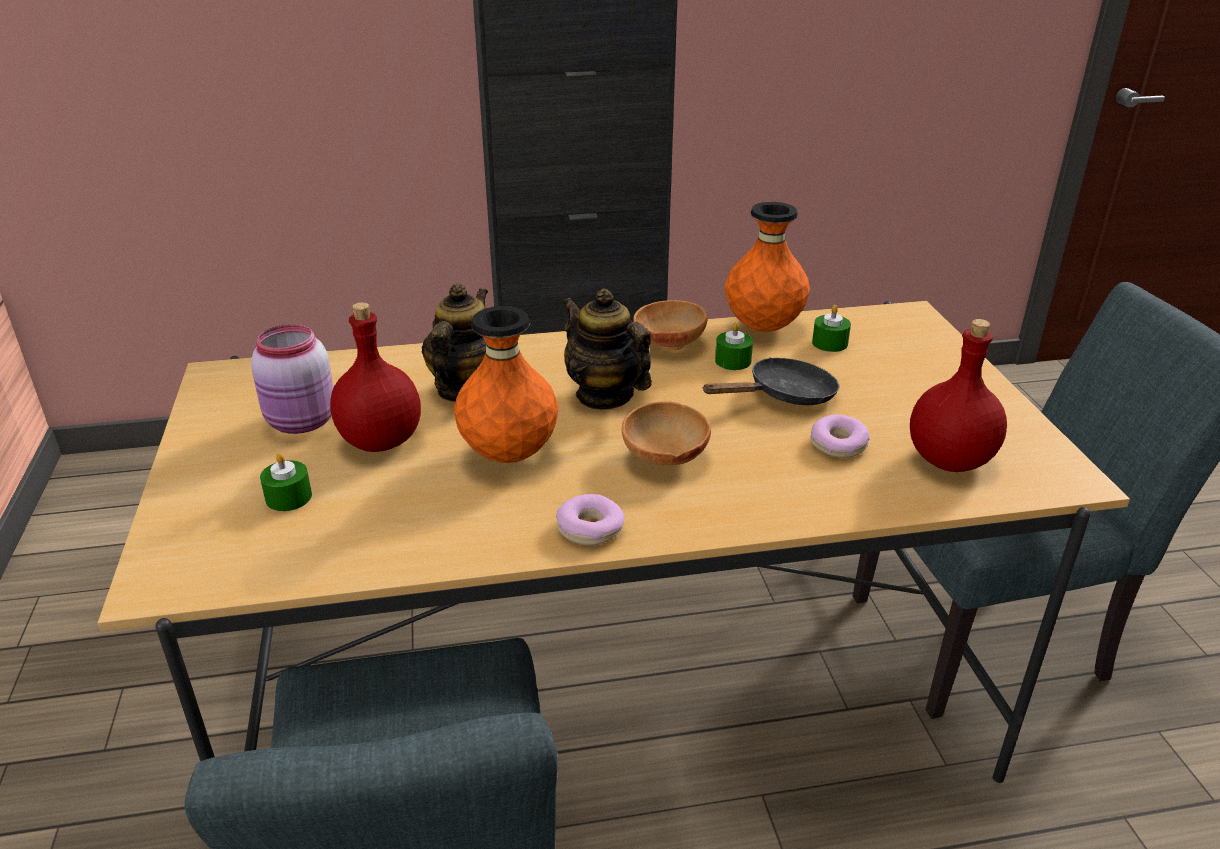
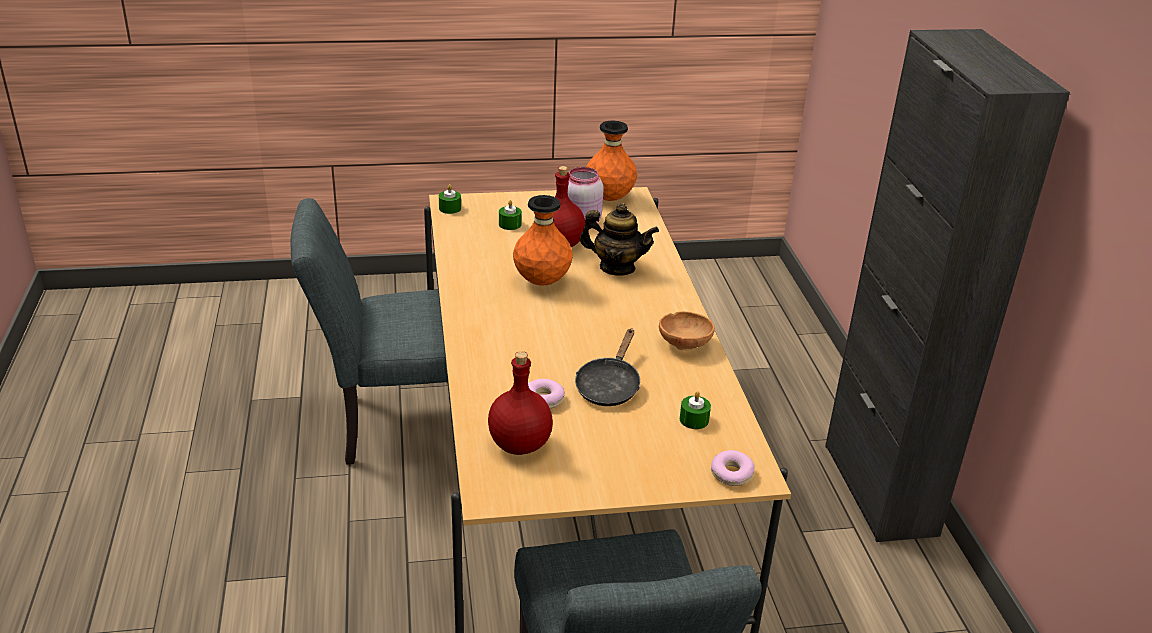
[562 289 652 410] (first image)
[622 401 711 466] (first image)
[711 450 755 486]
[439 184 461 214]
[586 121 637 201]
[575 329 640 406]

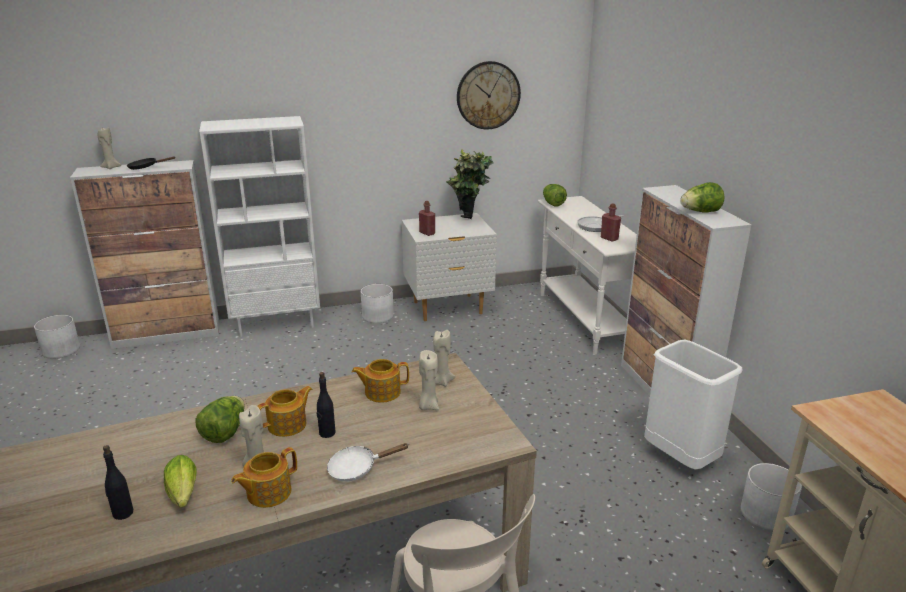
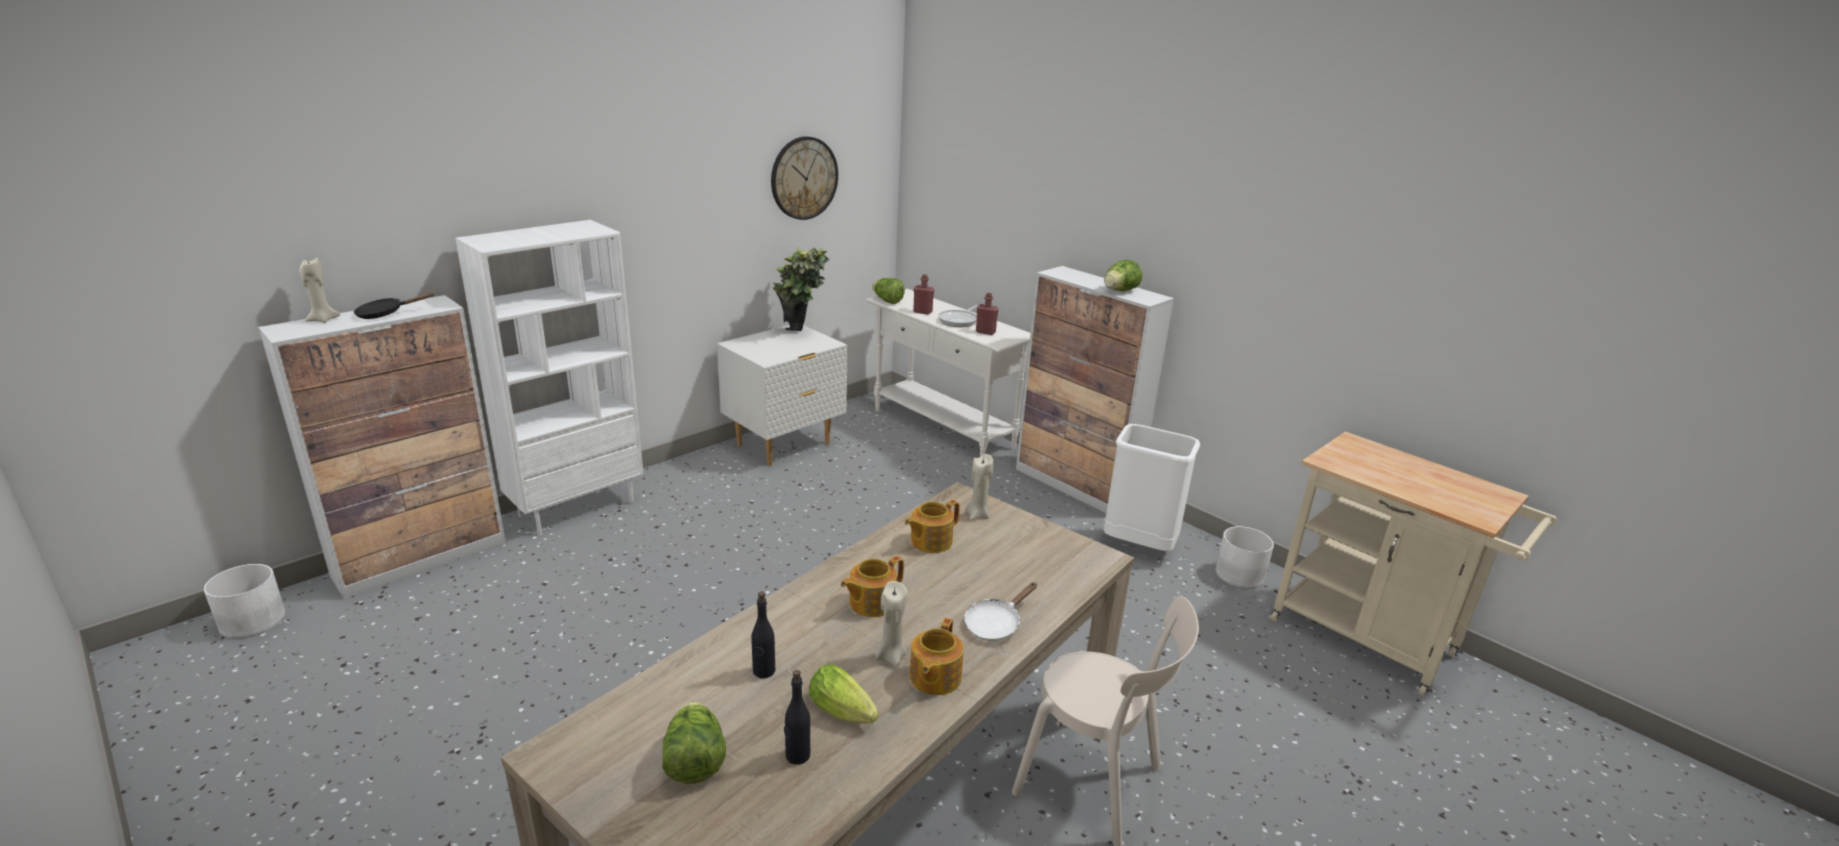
[360 284 394 323] (first image)
[419 350 439 410] (first image)
[662 702 726 784]
[751 591 775 679]
[913 274 934 315]
[841 556 904 617]

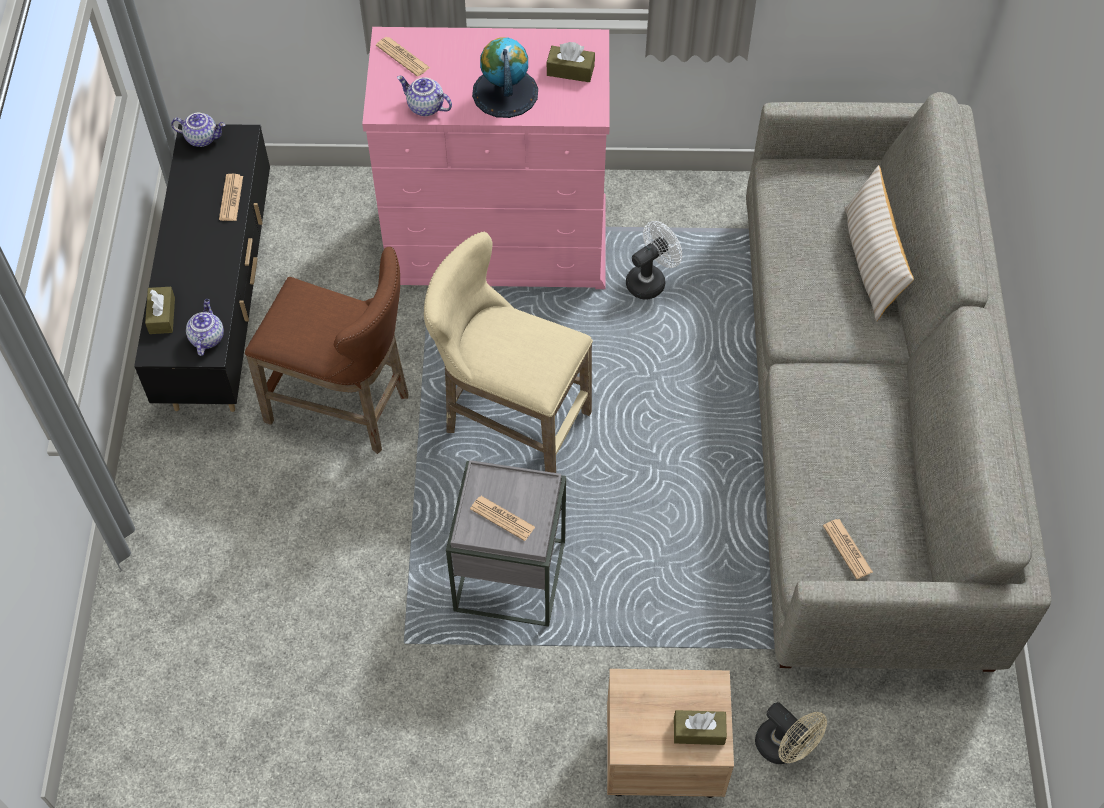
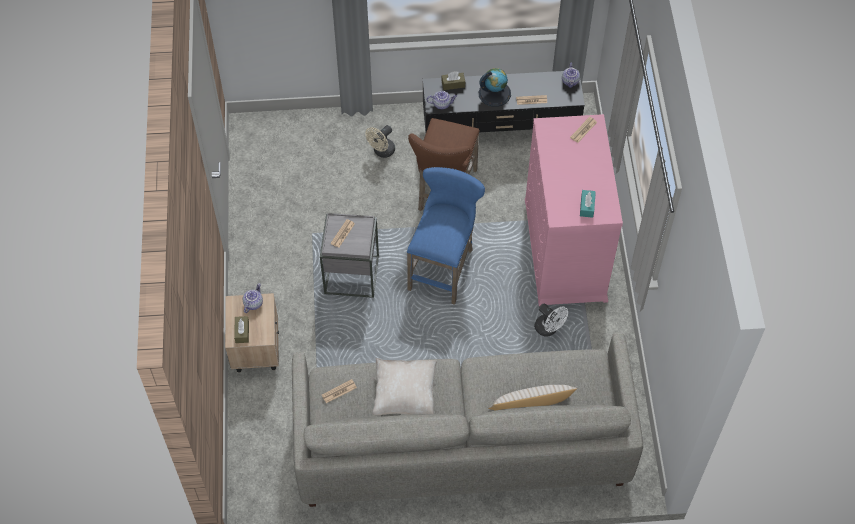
[372 358 438 415]
[243 283 263 313]
[479 68 511 107]
[365 125 395 158]
[407 167 485 305]
[580 190 596 218]

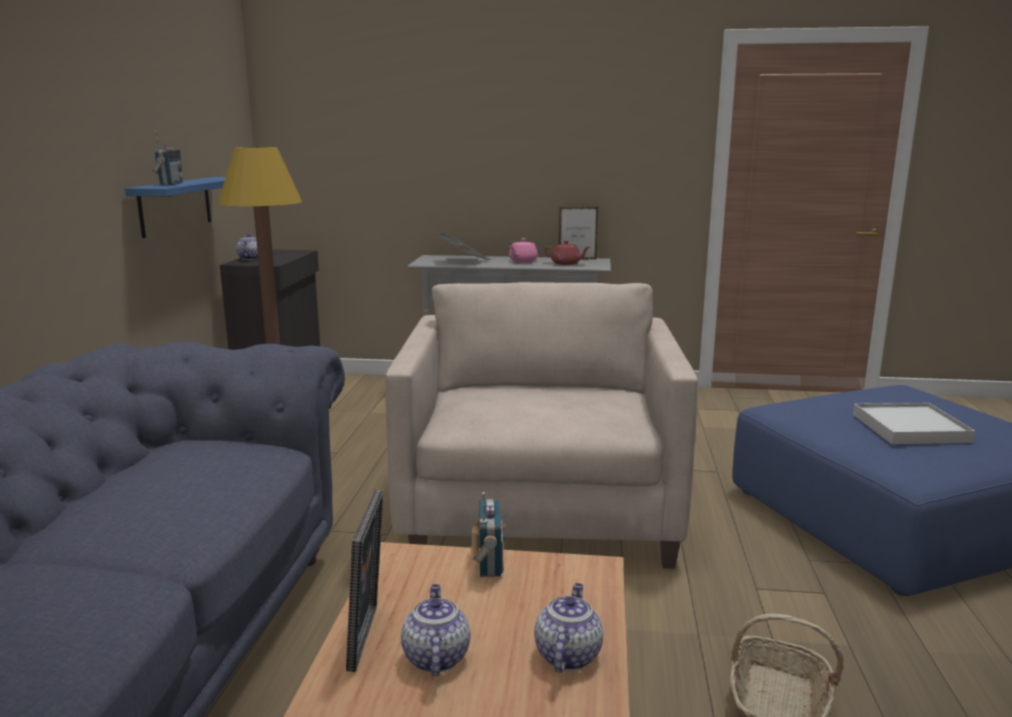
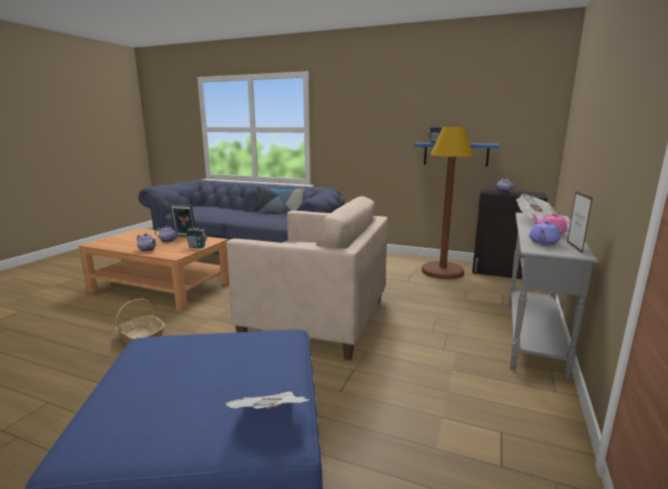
[853 403 975 444] (first image)
[226 392 309 409]
[254 186 305 213]
[529 220 561 244]

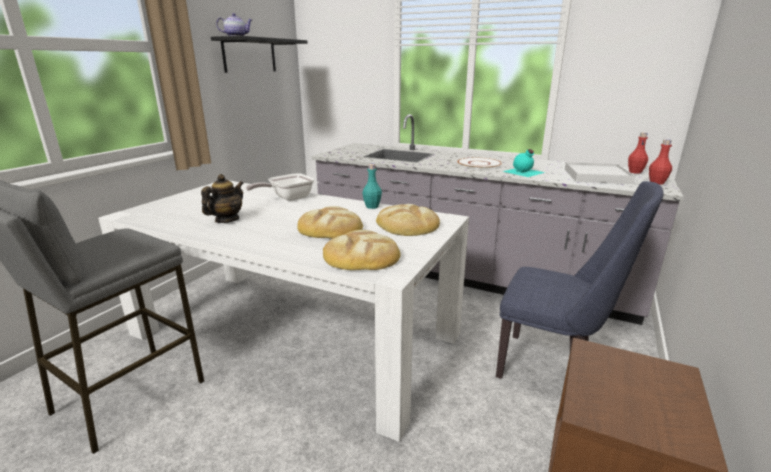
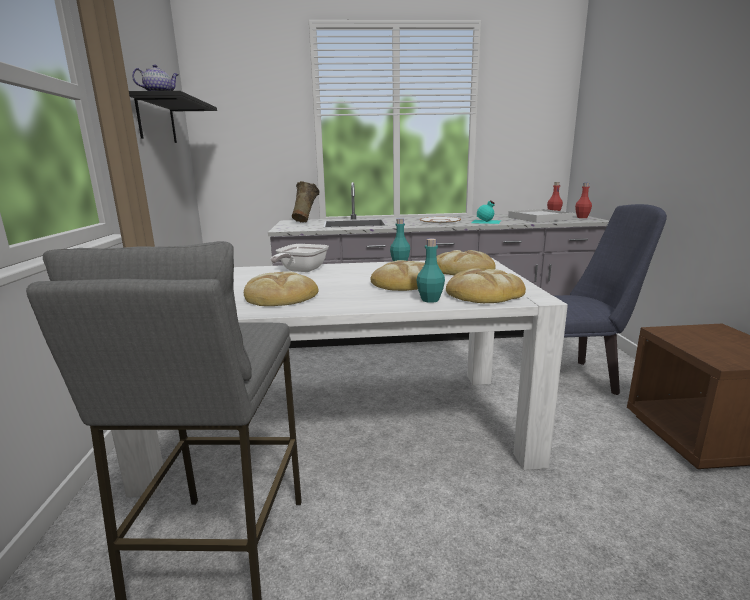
[292 181 319 223]
[417 239 445 303]
[244 271 319 306]

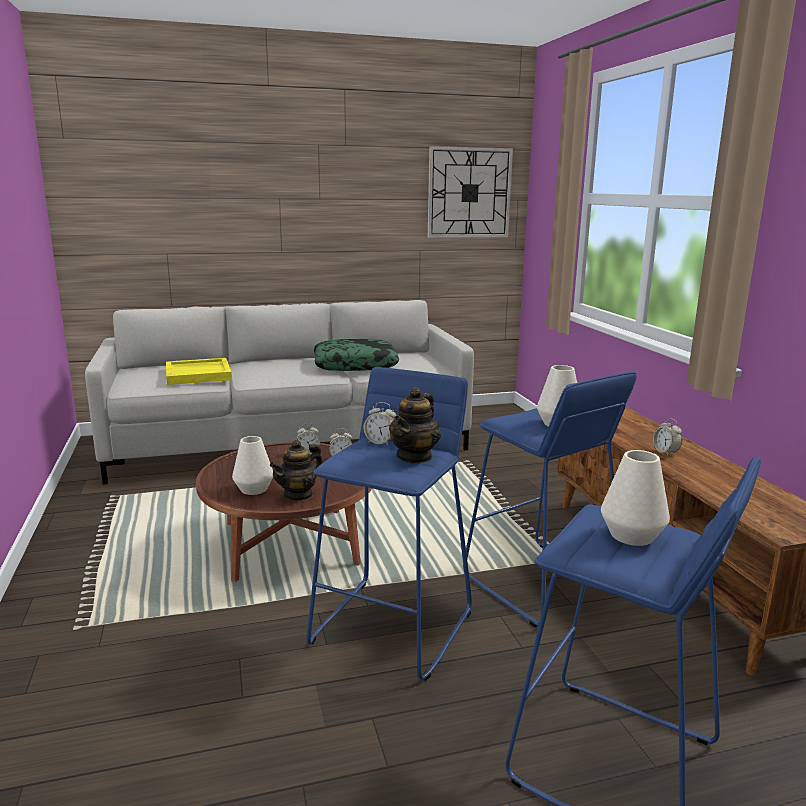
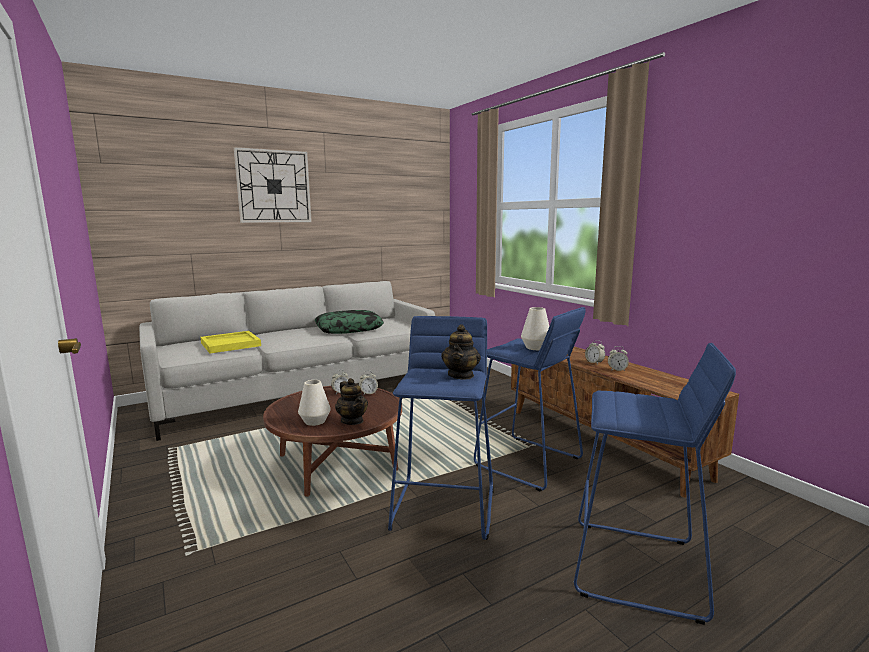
[601 450 670 546] (first image)
[608 346 629 371]
[234 147 312 223]
[335 378 368 425]

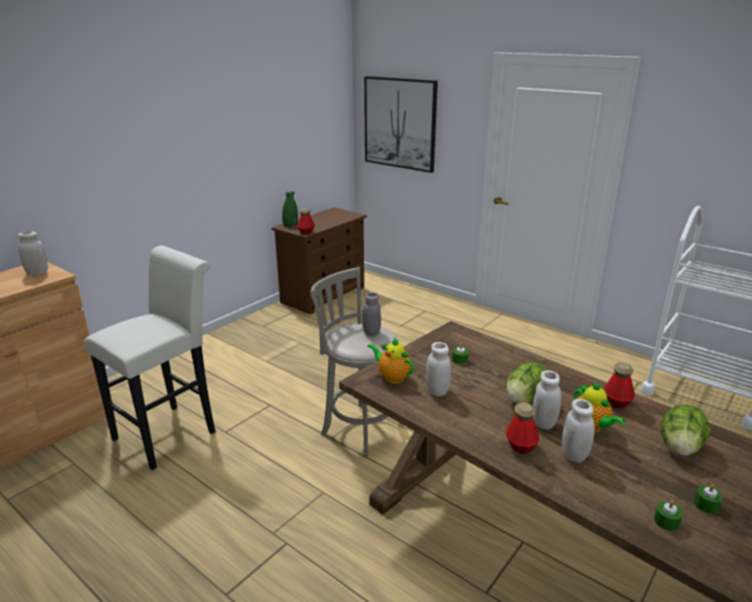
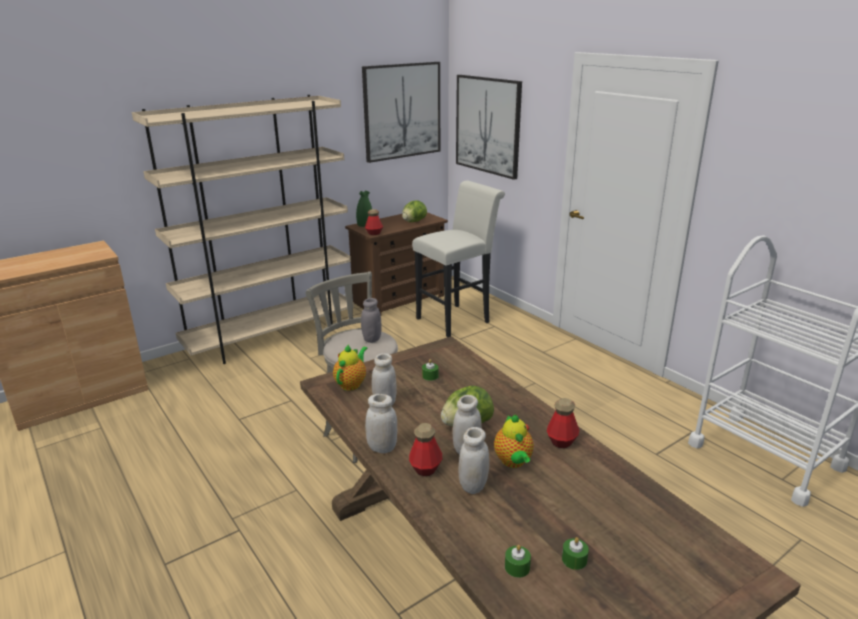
[132 95 354 364]
[362 62 440 163]
[365 394 397 453]
[412 180 505 337]
[402 200 427 222]
[333 344 368 391]

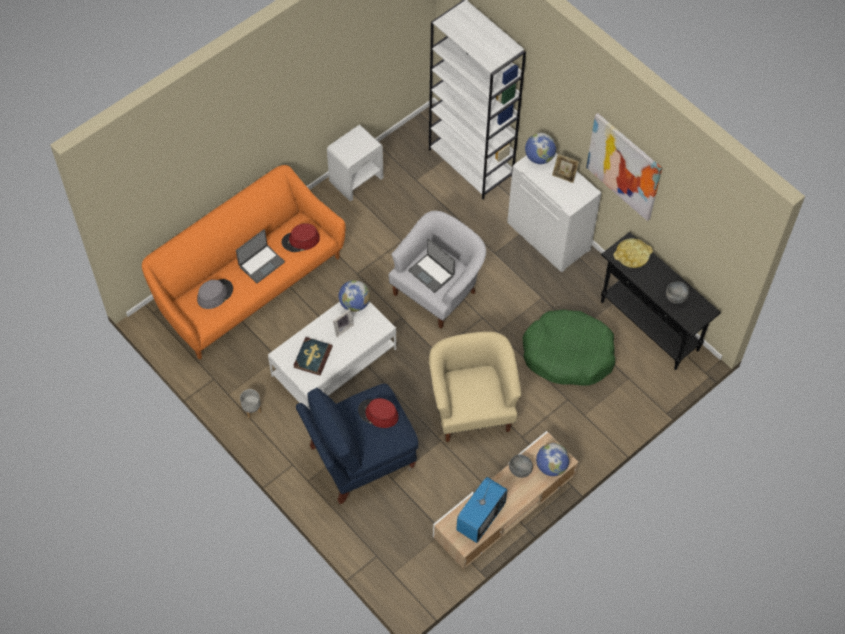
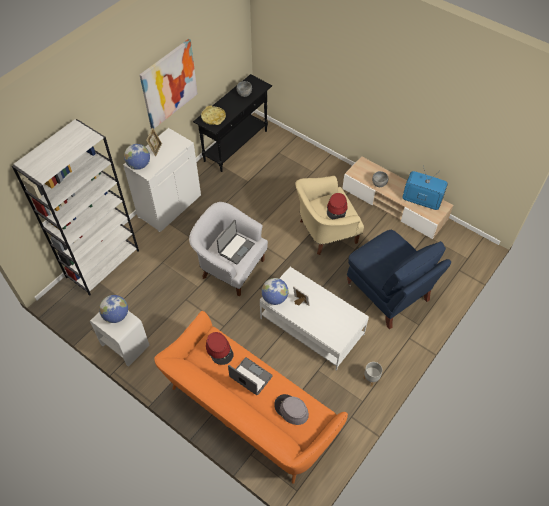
[294 337 333 376] (first image)
[523 310 615 386] (first image)
[327 193 348 219]
[99 295 128 323]

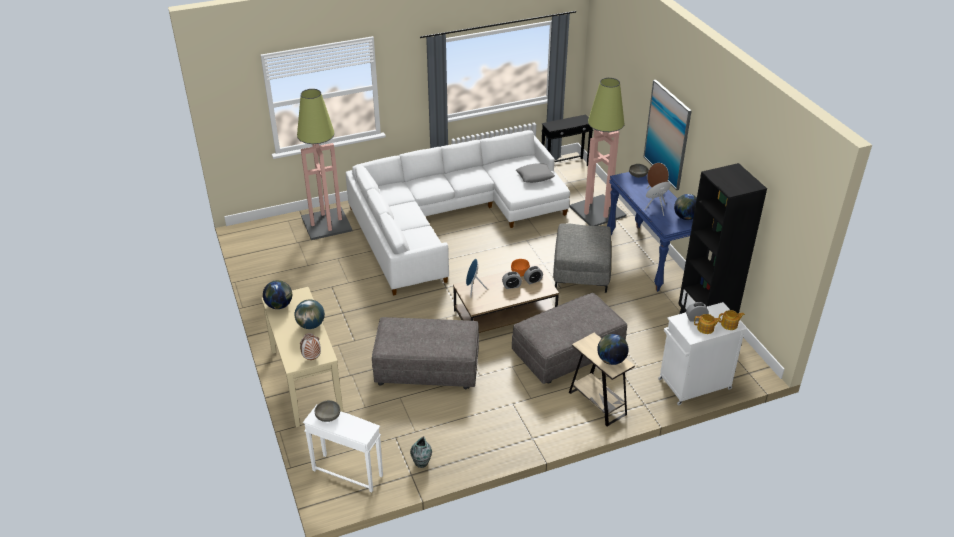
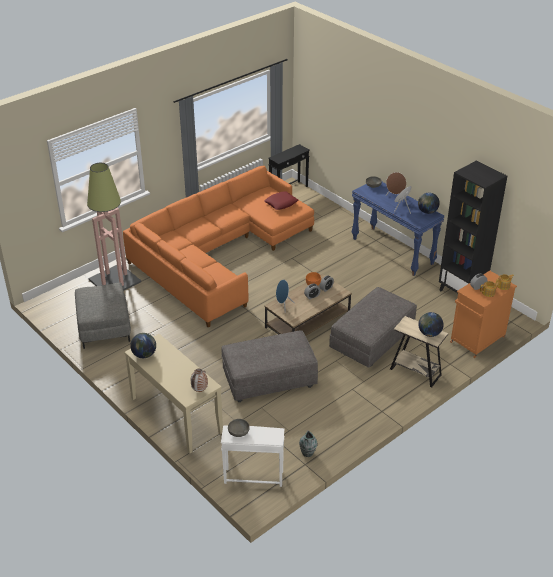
[295 299 325 329] (first image)
[569 78 627 226] (first image)
[643 80 692 190] (first image)
[75 283 131 349]
[123 166 314 328]
[264 191 298 210]
[450 271 517 358]

